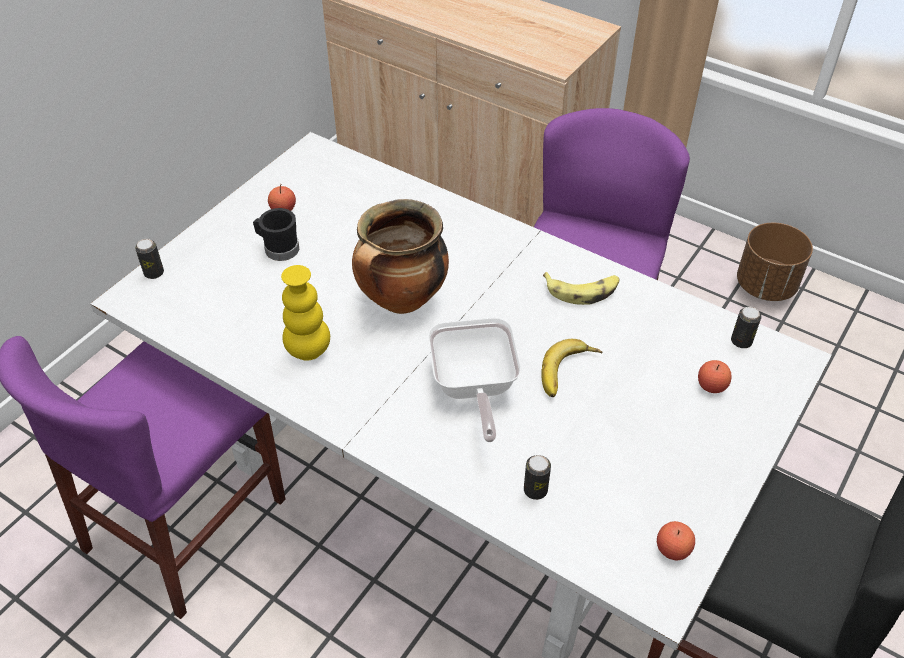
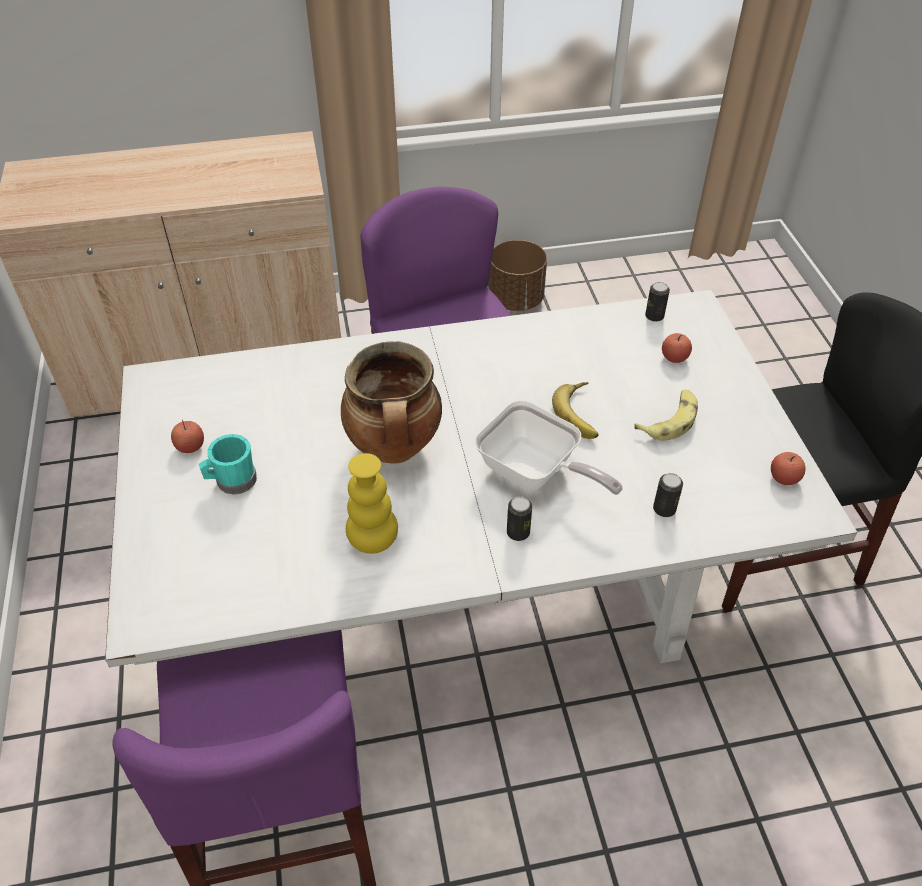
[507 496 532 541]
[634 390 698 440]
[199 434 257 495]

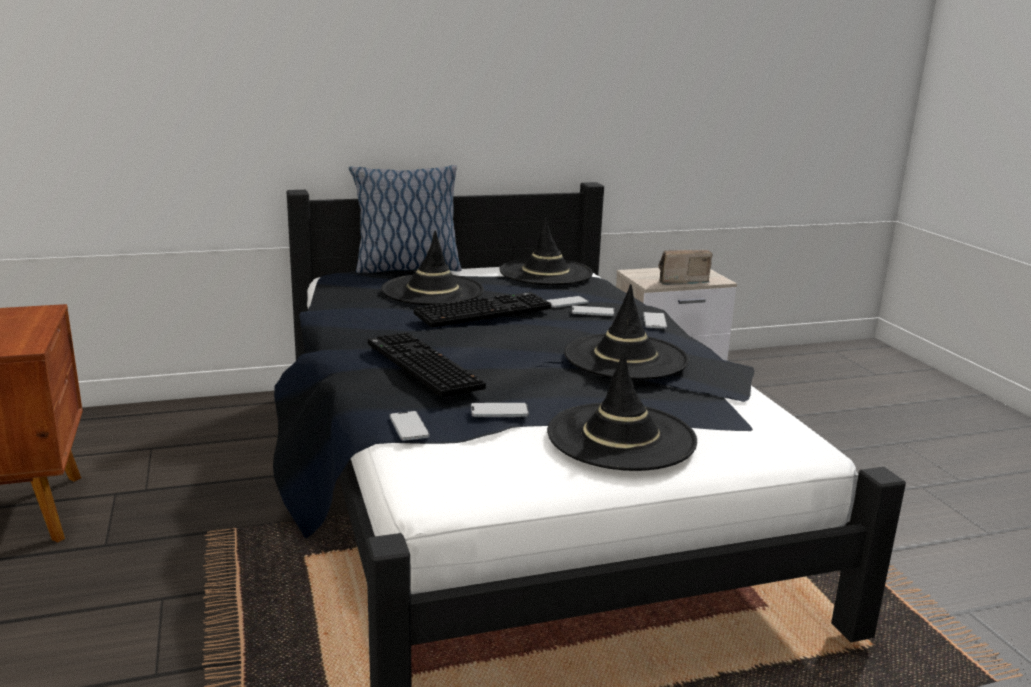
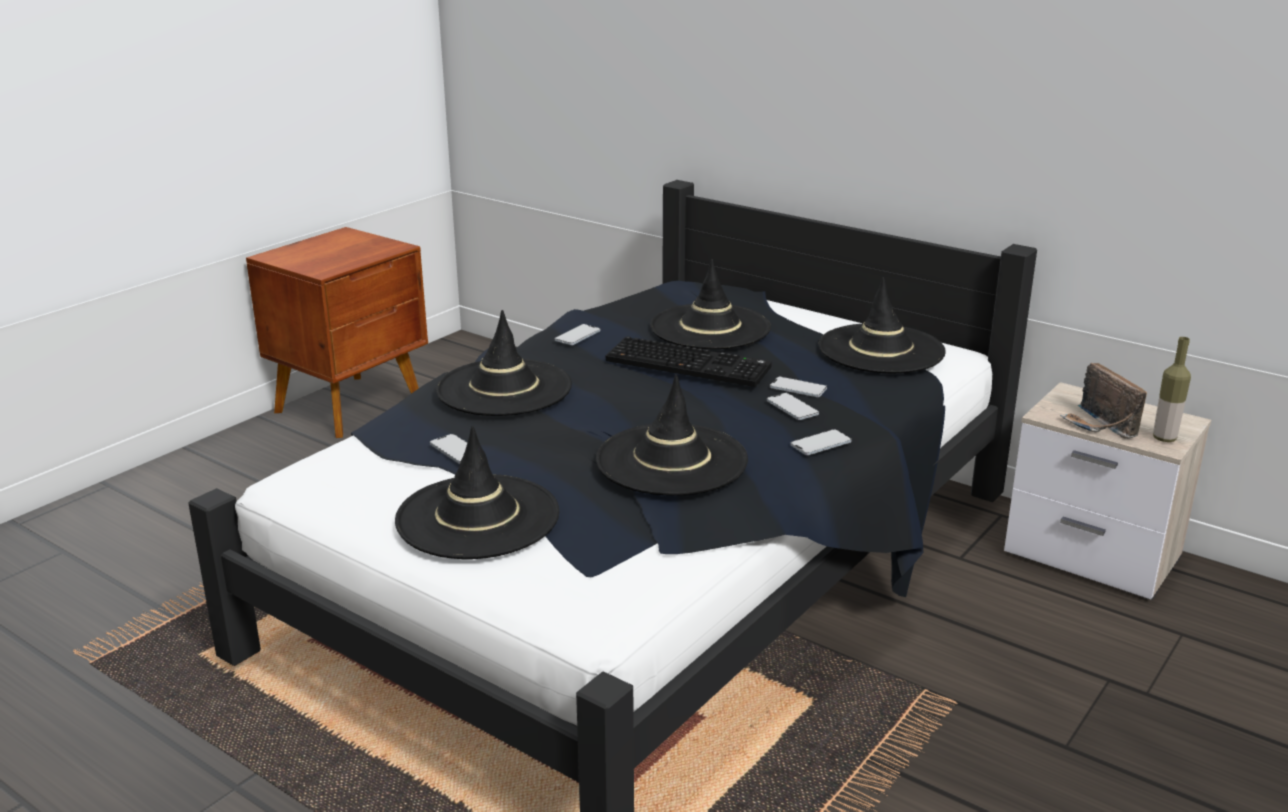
[349 165 462 273] (first image)
[1153 337 1191 442]
[555 324 600 345]
[436 310 572 416]
[1060 363 1147 439]

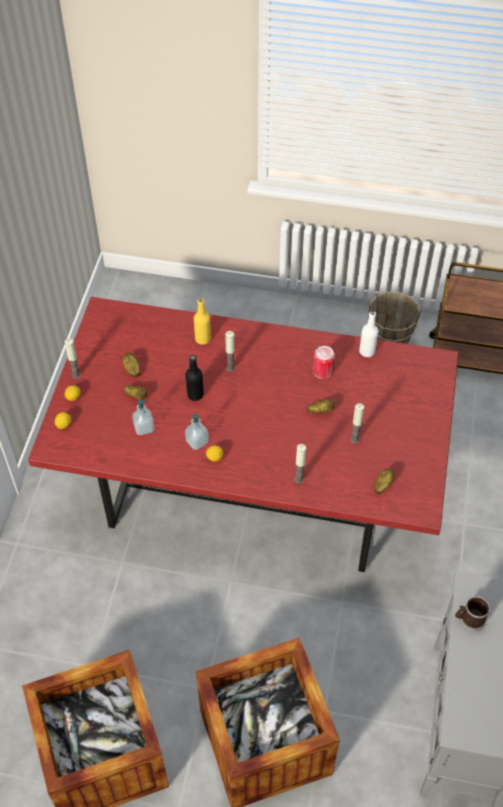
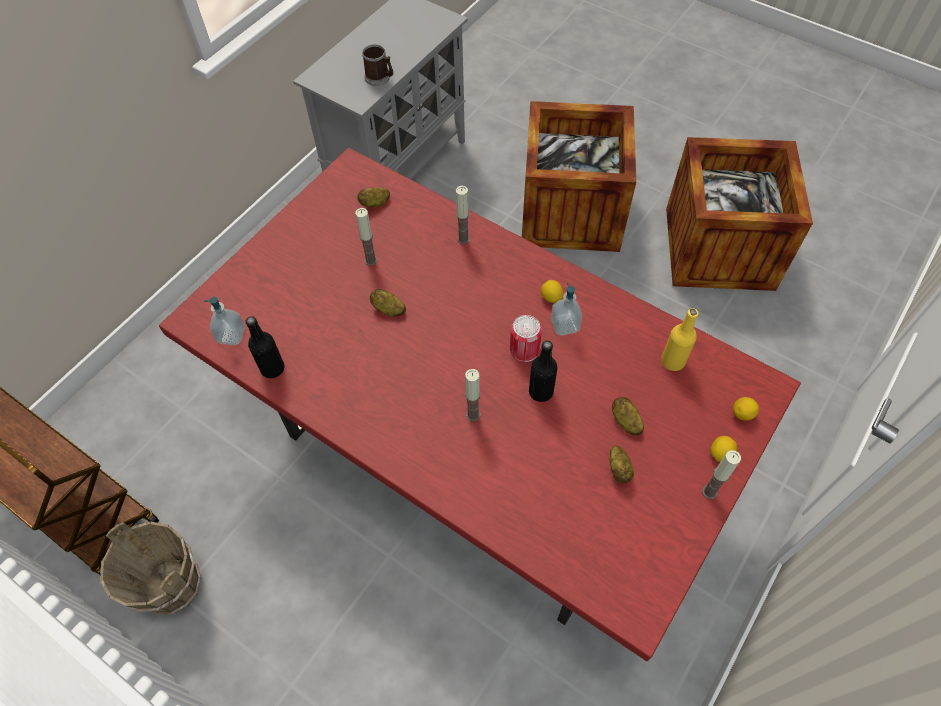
[204 297 245 345]
[661 308 698 371]
[510 315 542 362]
[245 316 285 378]

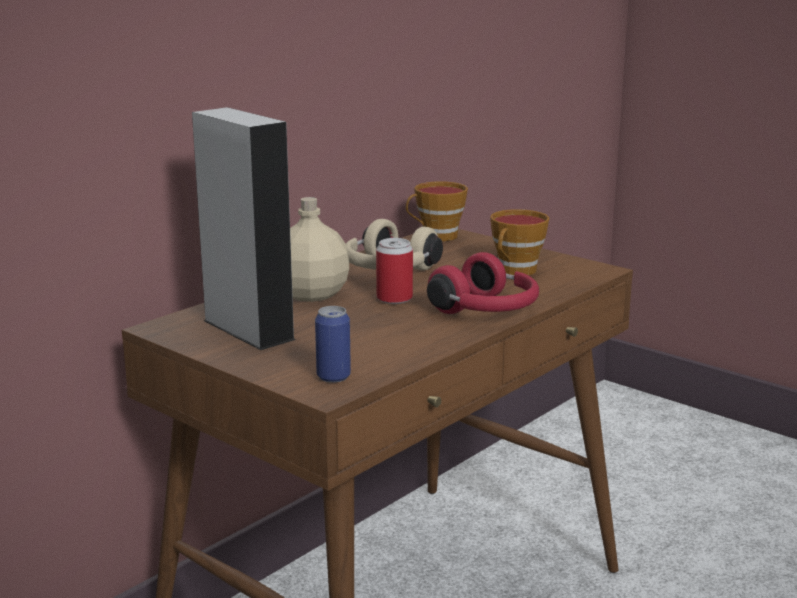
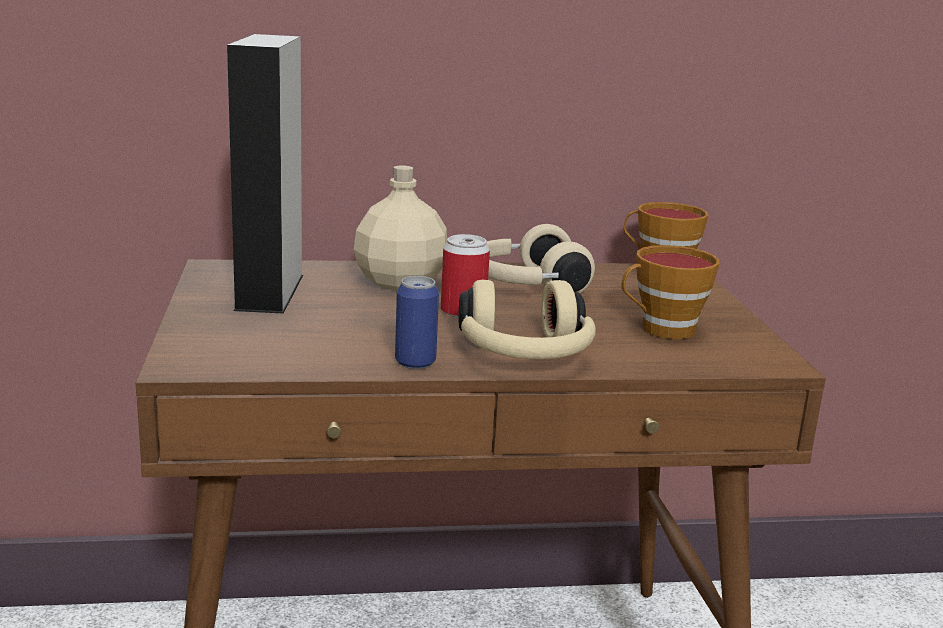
[395 276 439 369]
[458 280 596 359]

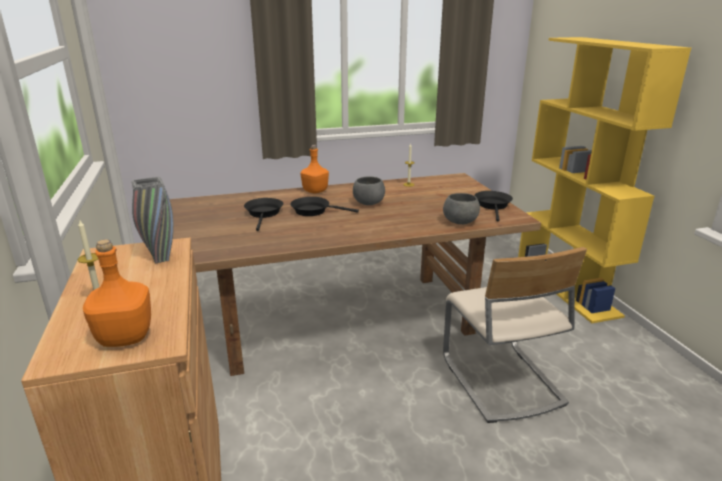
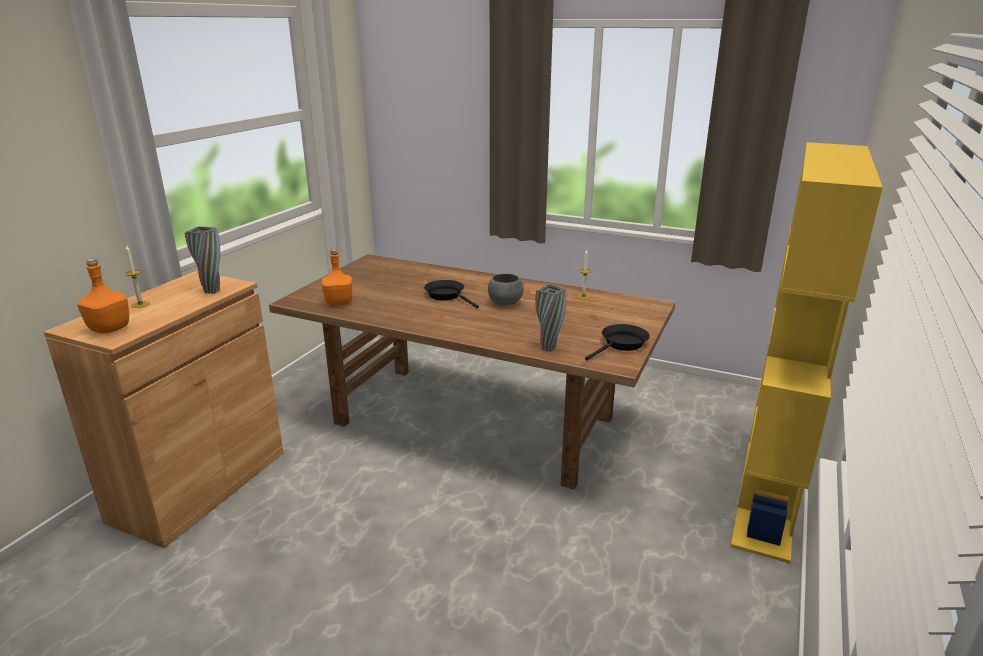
[244 198 283 231] (first image)
[443 247 587 423] (first image)
[322 249 352 306]
[535 284 566 352]

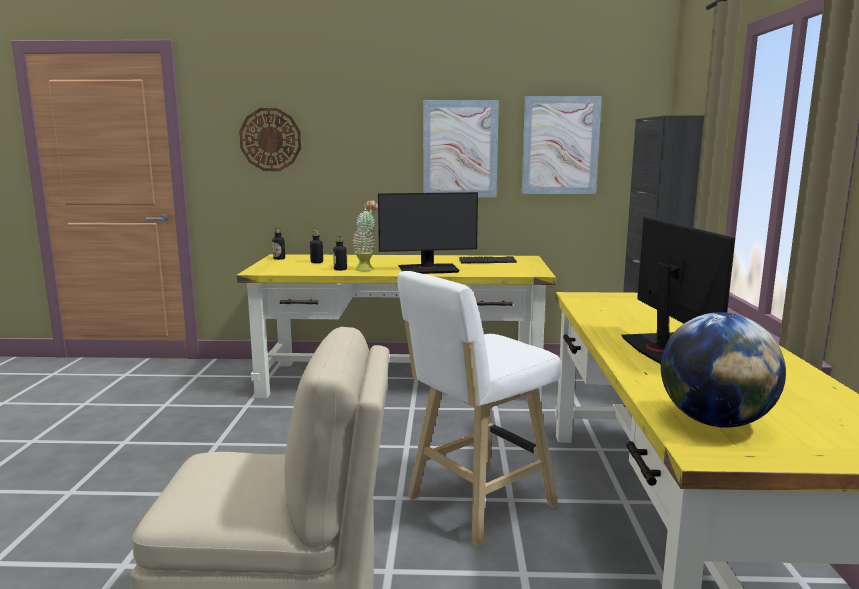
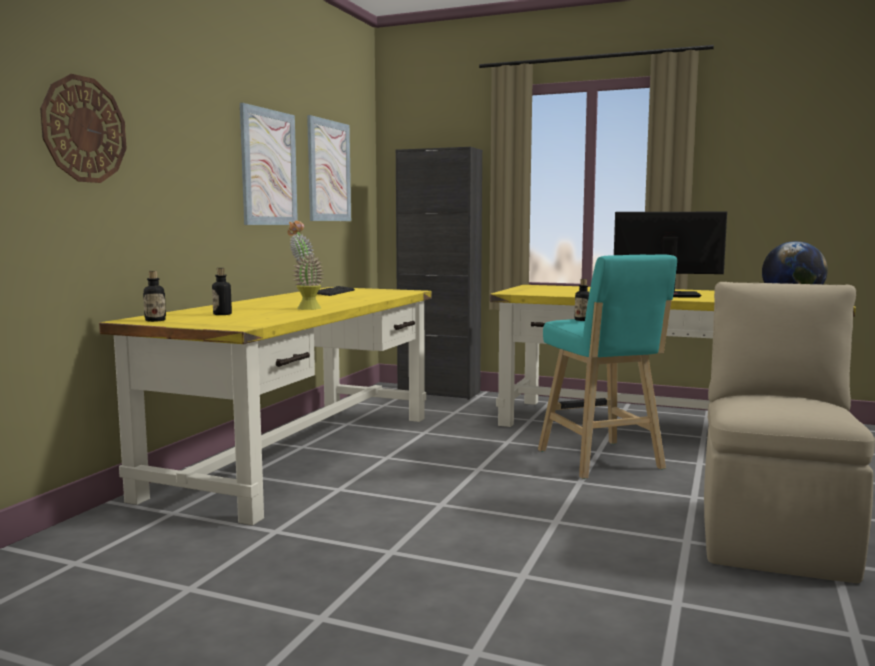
[378 192 478 274] (first image)
[575 279 589 321]
[538 254 677 479]

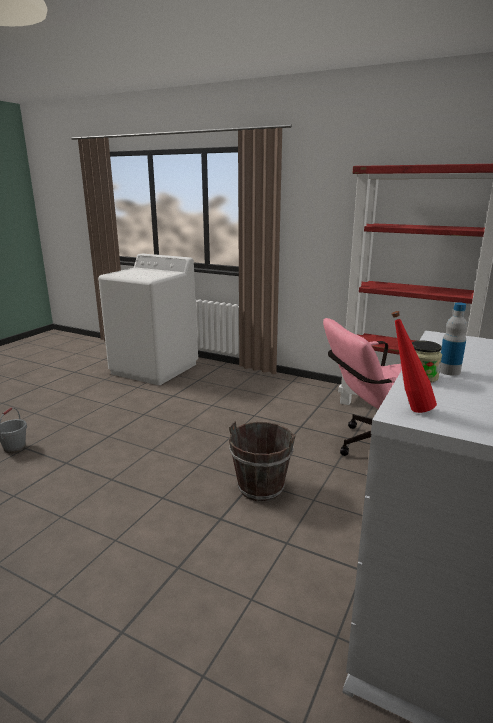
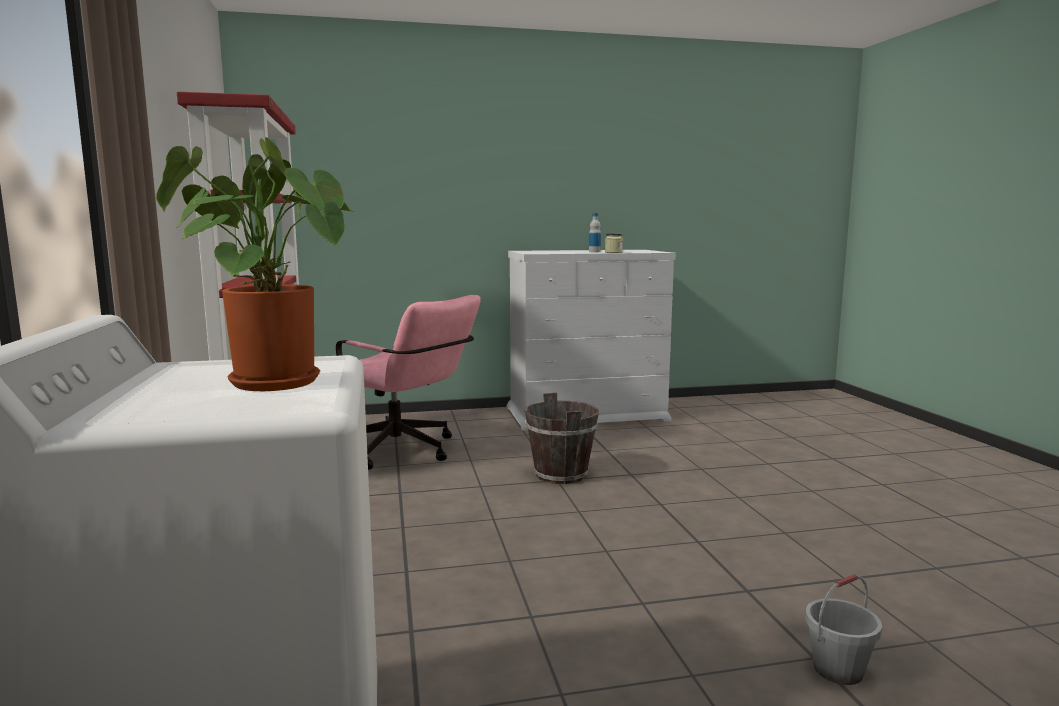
[391 311 437 413] (first image)
[156 137 355 391]

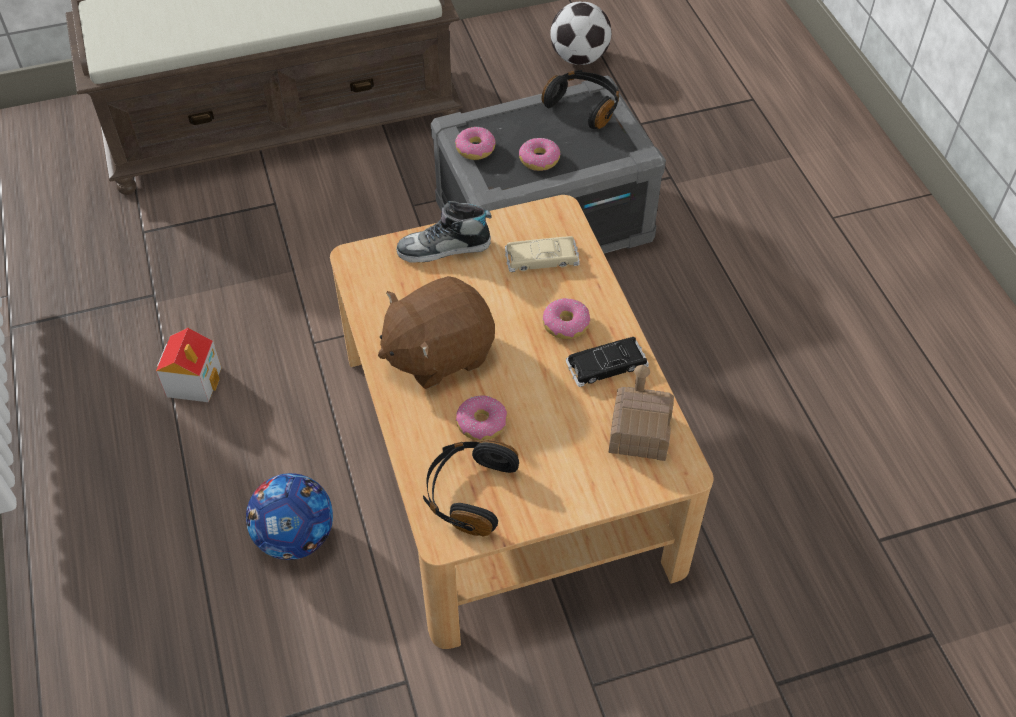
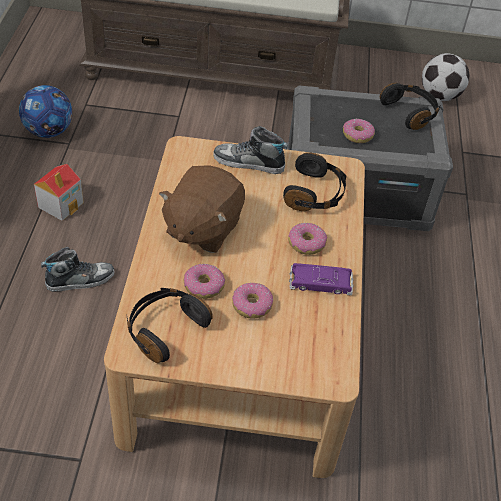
[609 365 674 461] (first image)
[41 247 114 292]
[19 85 72 138]
[232 283 273 319]
[283 153 346 211]
[289 263 354 295]
[159 165 245 253]

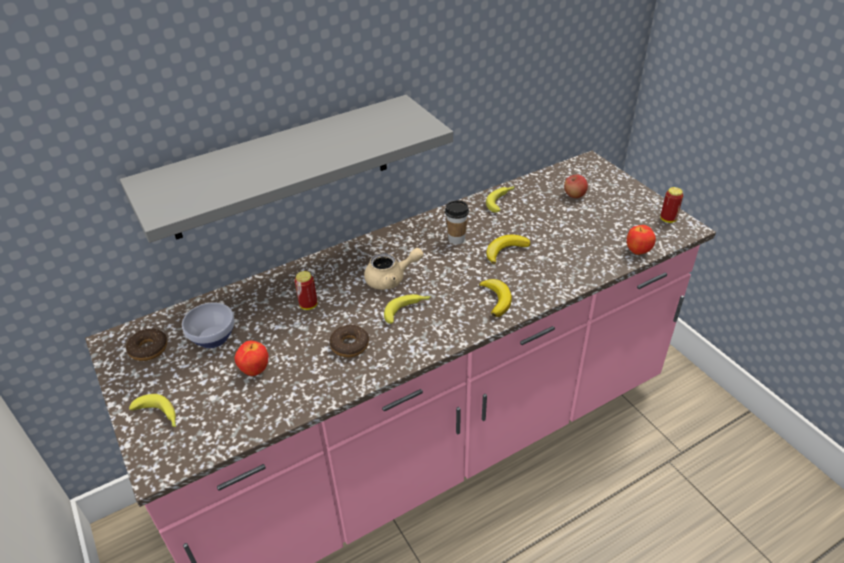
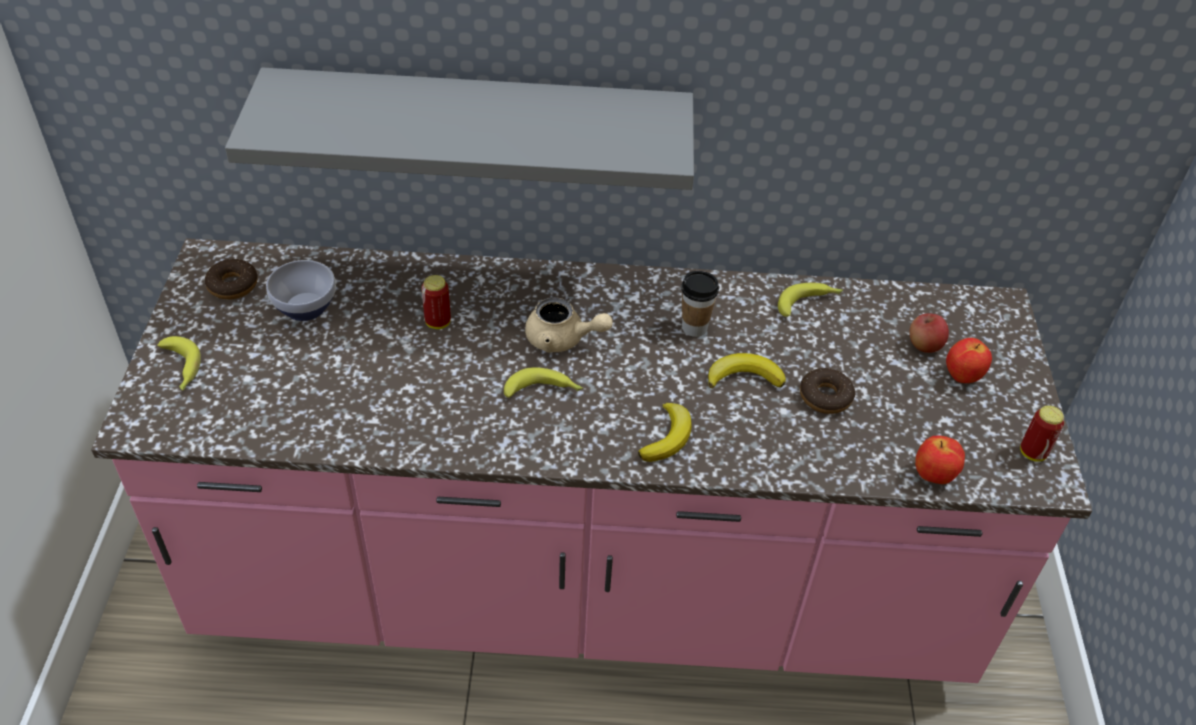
[946 338 992 383]
[800 368 855 414]

